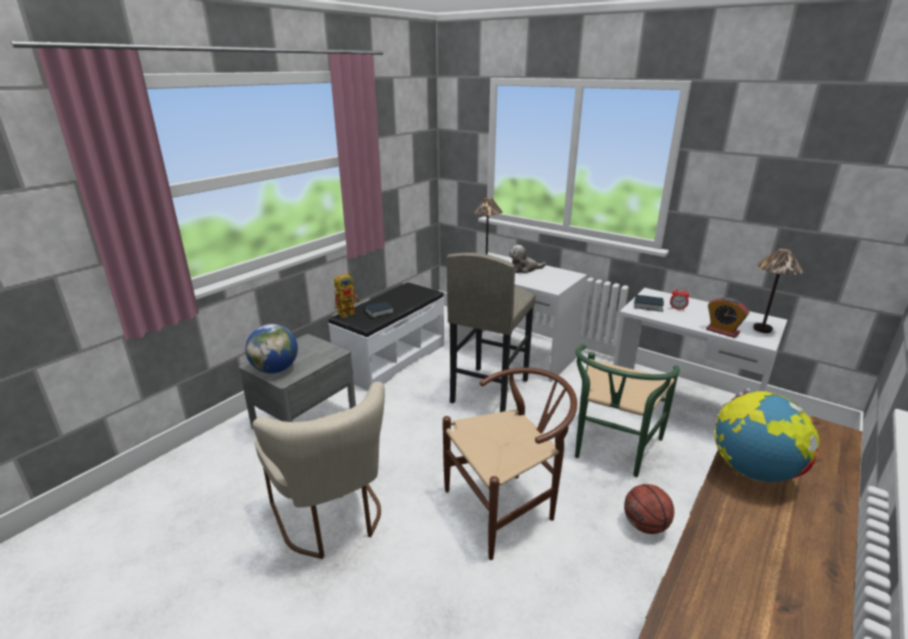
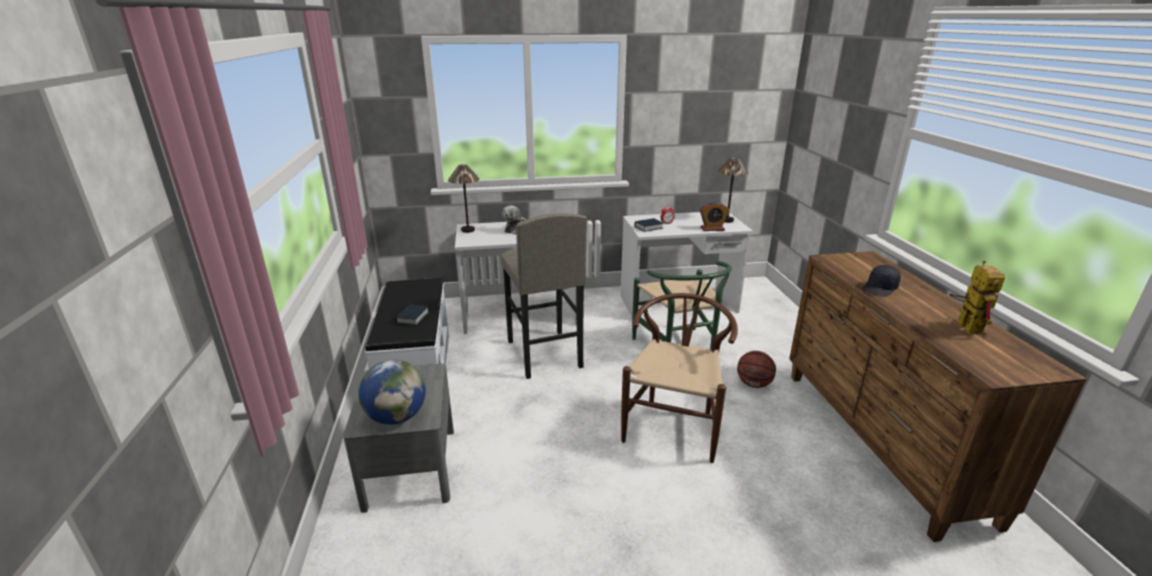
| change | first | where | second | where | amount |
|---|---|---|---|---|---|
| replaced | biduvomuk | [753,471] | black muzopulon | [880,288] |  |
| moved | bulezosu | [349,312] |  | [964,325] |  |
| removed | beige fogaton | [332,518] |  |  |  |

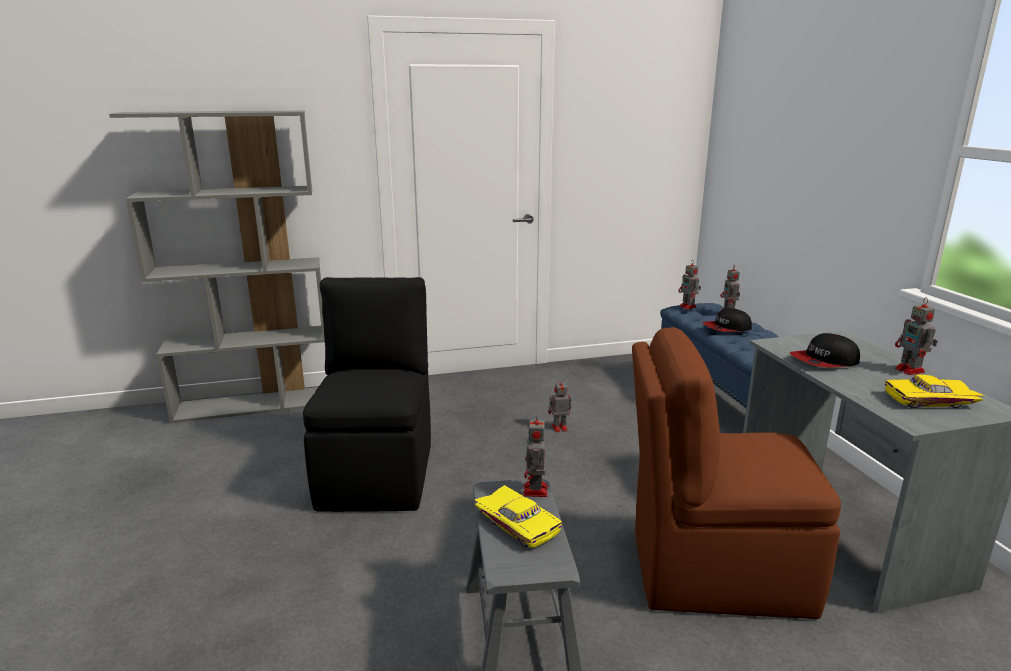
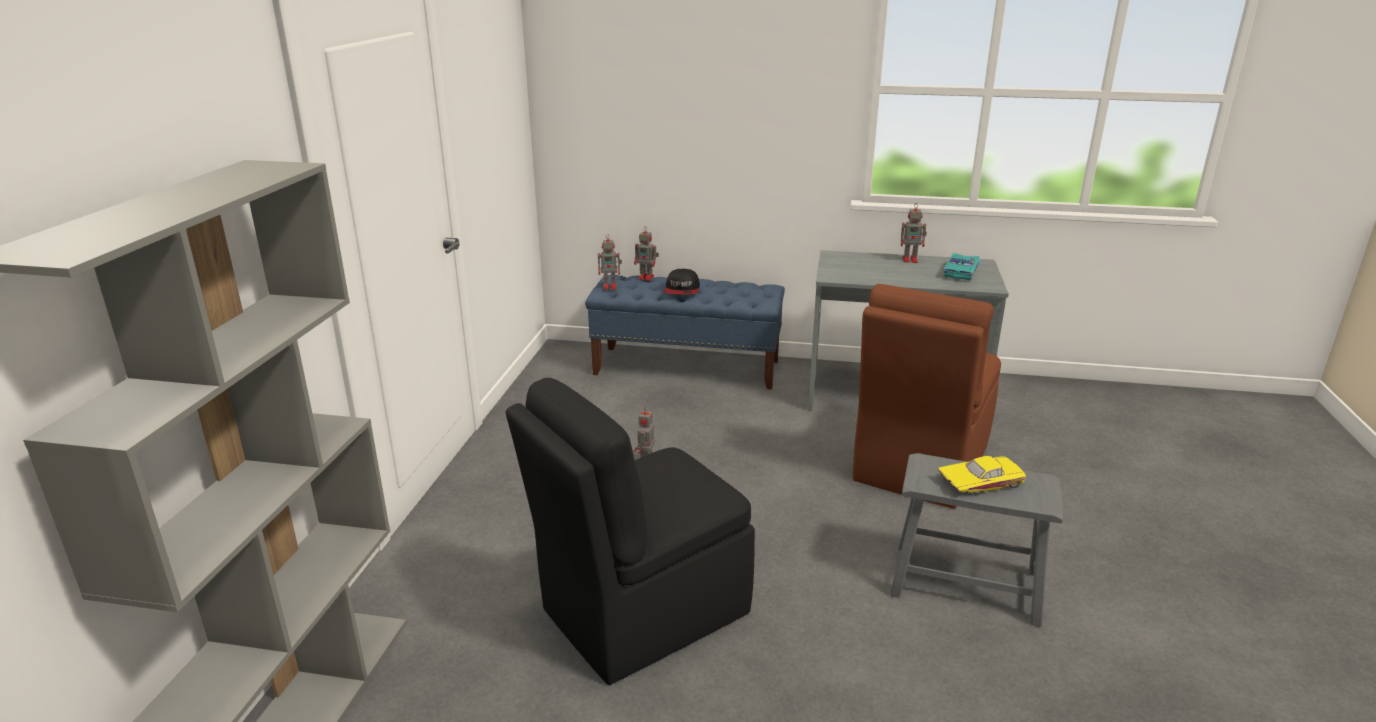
| change | first | where | second | where | amount |
|---|---|---|---|---|---|
| turned | black fogaton | [378,472] |  | [640,613] | 60 degrees counterclockwise |
| recoloured | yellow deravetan | [931,401] | turquoise deravetan | [962,272] |  |
| removed | bulezosu | [535,491] |  |  |  |
| removed | muzopulon | [824,361] |  |  |  |

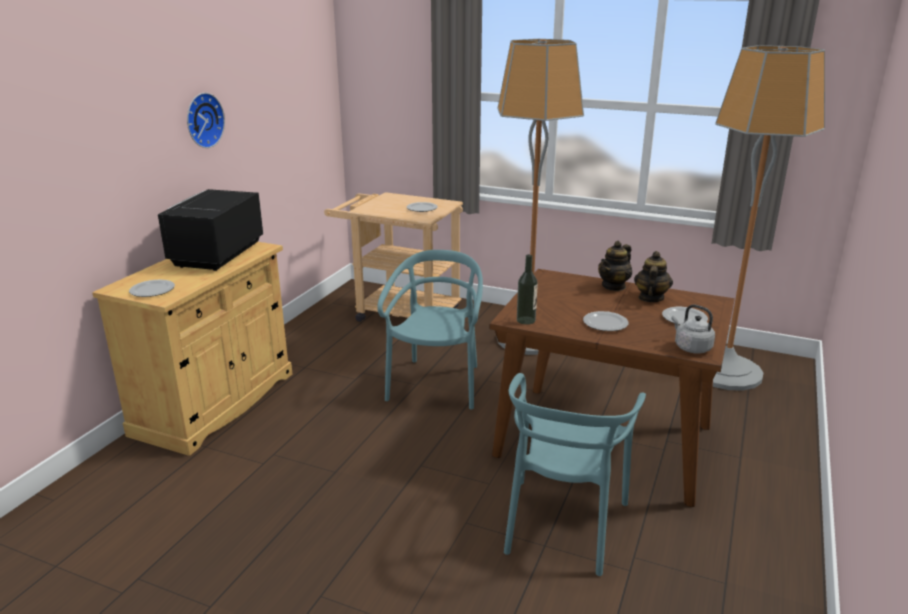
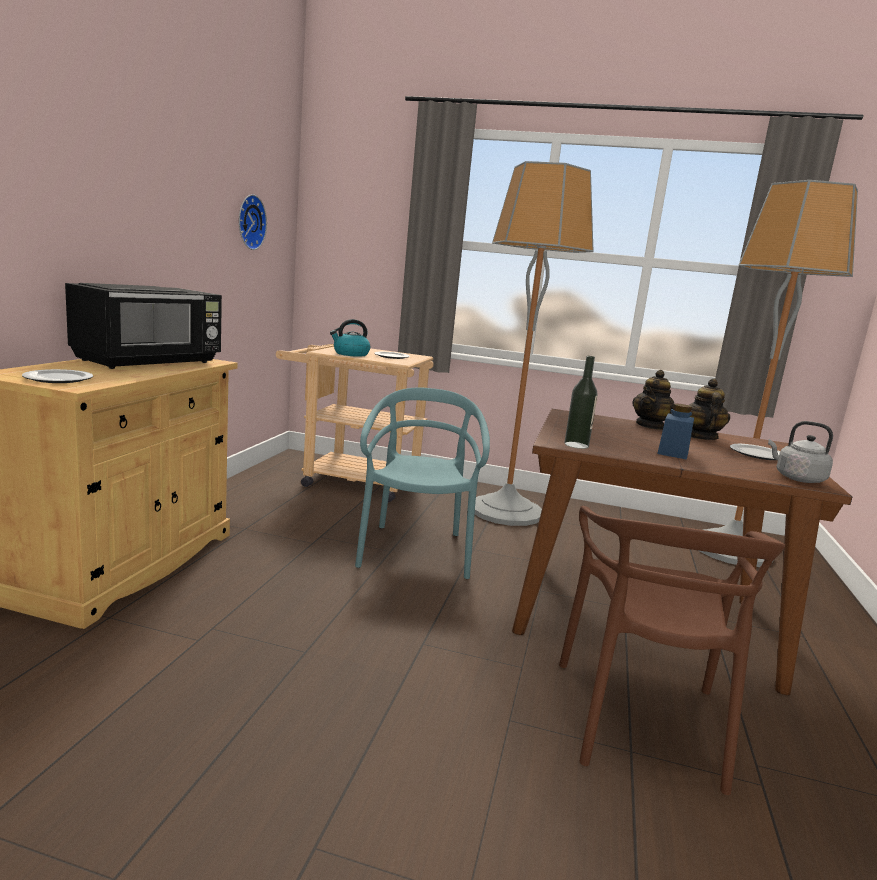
| change | first | where | second | where | amount |
|---|---|---|---|---|---|
| turned | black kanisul | [216,255] |  | [150,361] | 150 degrees counterclockwise |
| moved | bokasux | [202,120] |  | [249,222] |  |
| added |  |  | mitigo | [350,354] |  |
| recoloured | turquoise fogaton | [562,524] | brown fogaton | [641,720] |  |
| replaced | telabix | [605,323] | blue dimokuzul | [673,453] |  |

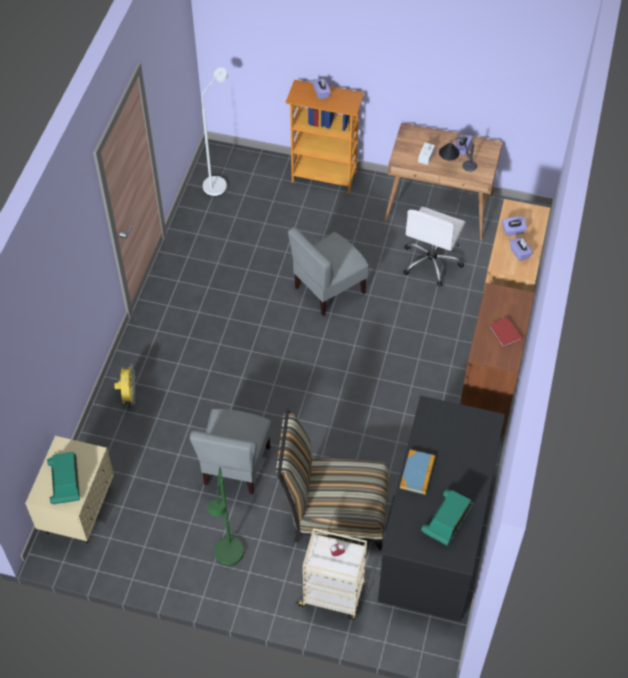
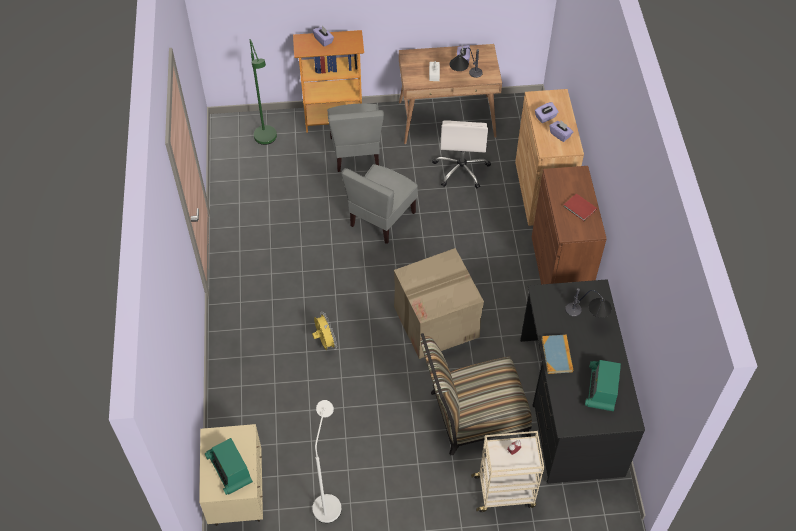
| change | first | where | second | where | amount |
|---|---|---|---|---|---|
| moved | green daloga | [228,560] |  | [267,141] |  |
| moved | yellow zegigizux | [129,396] |  | [325,342] |  |
| moved | white daloga | [218,183] |  | [328,501] |  |
| moved | grey fogaton | [235,465] |  | [356,153] |  |
| added |  |  | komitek | [437,321] |  |
| added |  |  | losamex | [587,318] |  |

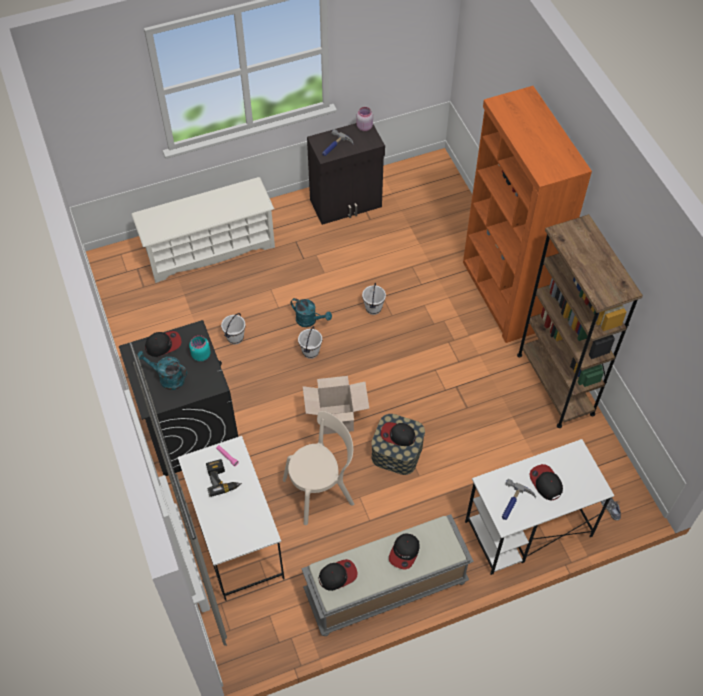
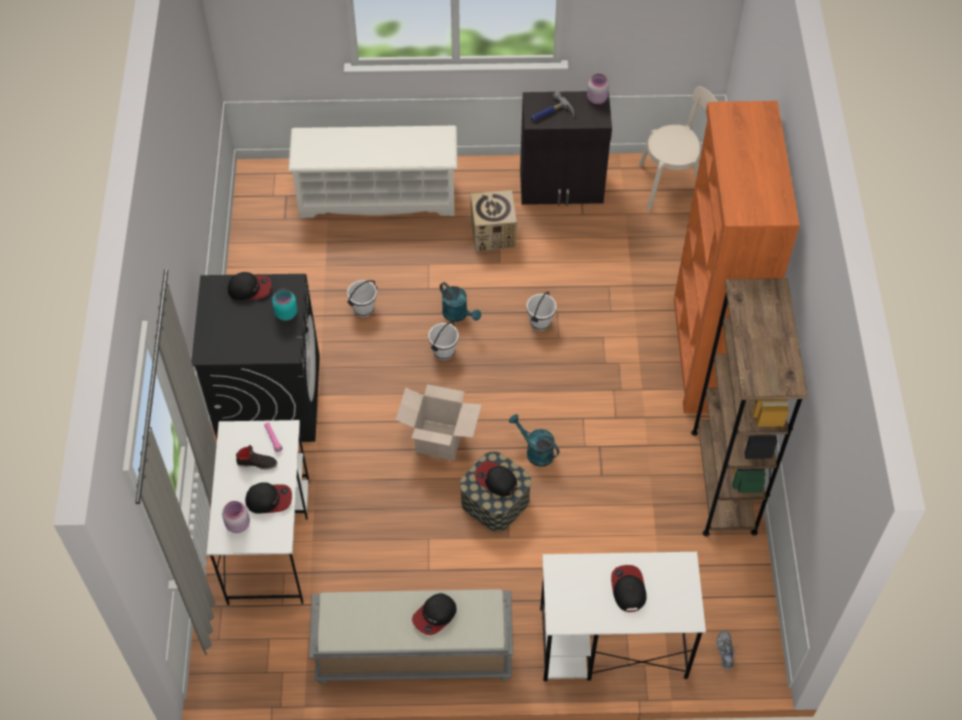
| change | first | where | second | where | amount |
|---|---|---|---|---|---|
| added |  |  | pink dimokuzul | [237,523] |  |
| replaced | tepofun | [222,479] | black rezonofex | [257,463] |  |
| moved | muzopulon | [337,575] |  | [269,499] |  |
| added |  |  | komitek | [493,233] |  |
| moved | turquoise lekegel | [167,378] |  | [535,451] |  |
| moved | beige fogaton | [321,490] |  | [675,184] |  |
| removed | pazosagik | [514,504] |  |  |  |

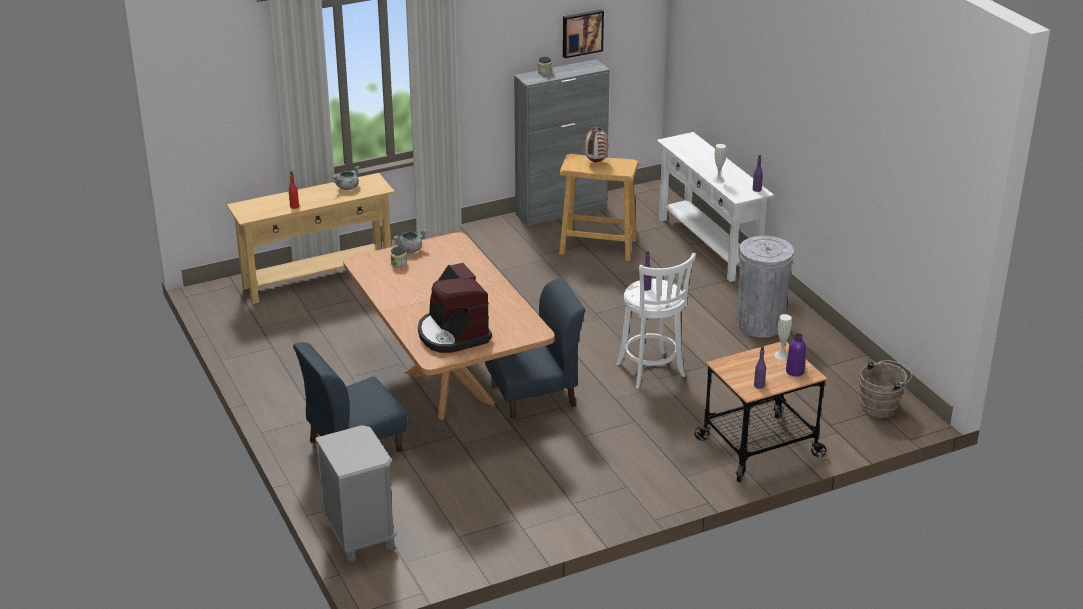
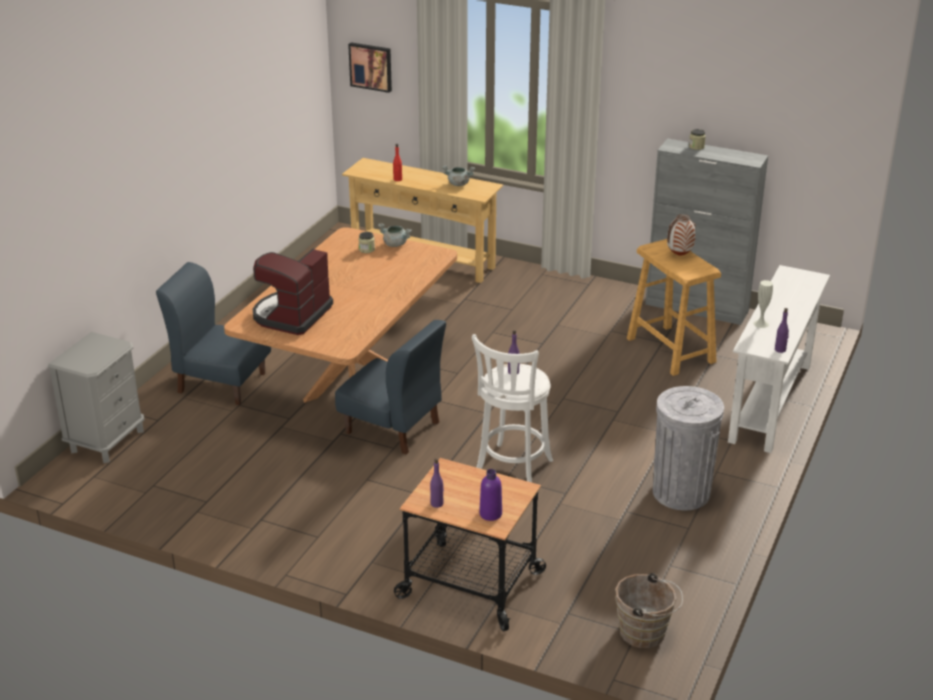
| change | first | where | second | where | amount |
|---|---|---|---|---|---|
| moved | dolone | [582,33] |  | [371,66] |  |
| removed | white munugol | [781,355] |  |  |  |

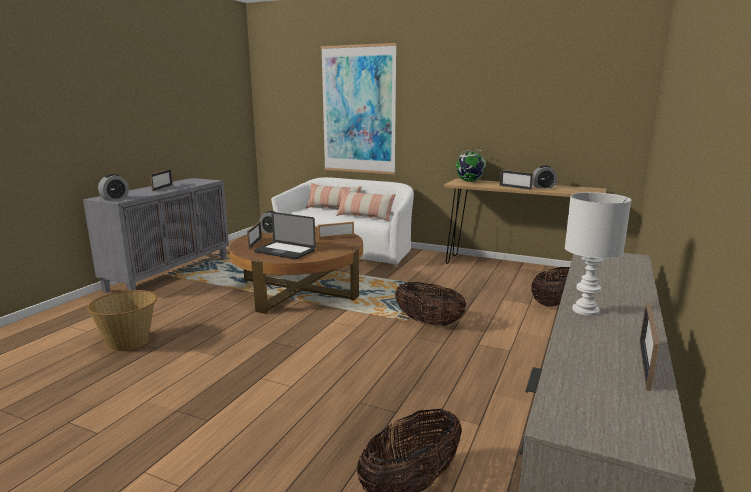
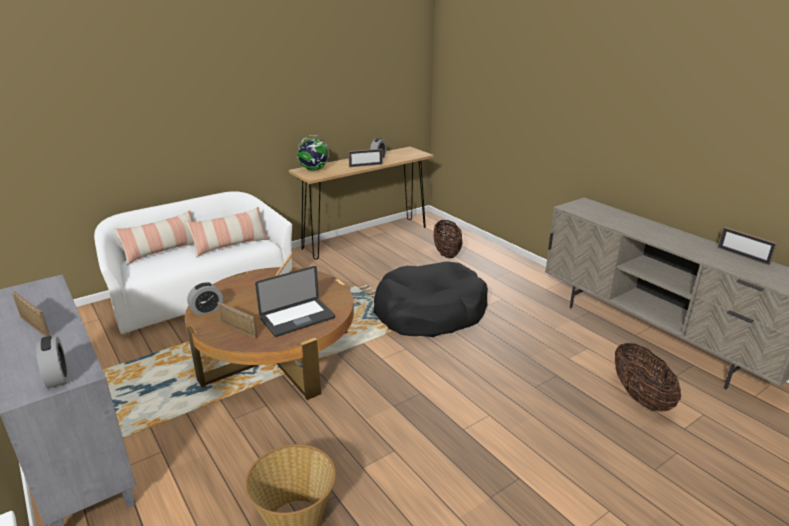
| change | first | where | second | where | amount |
|---|---|---|---|---|---|
| replaced | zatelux | [428,322] | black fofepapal | [429,312] |  |
| removed | dolone | [358,110] |  |  |  |
| removed | white losamex | [585,310] |  |  |  |

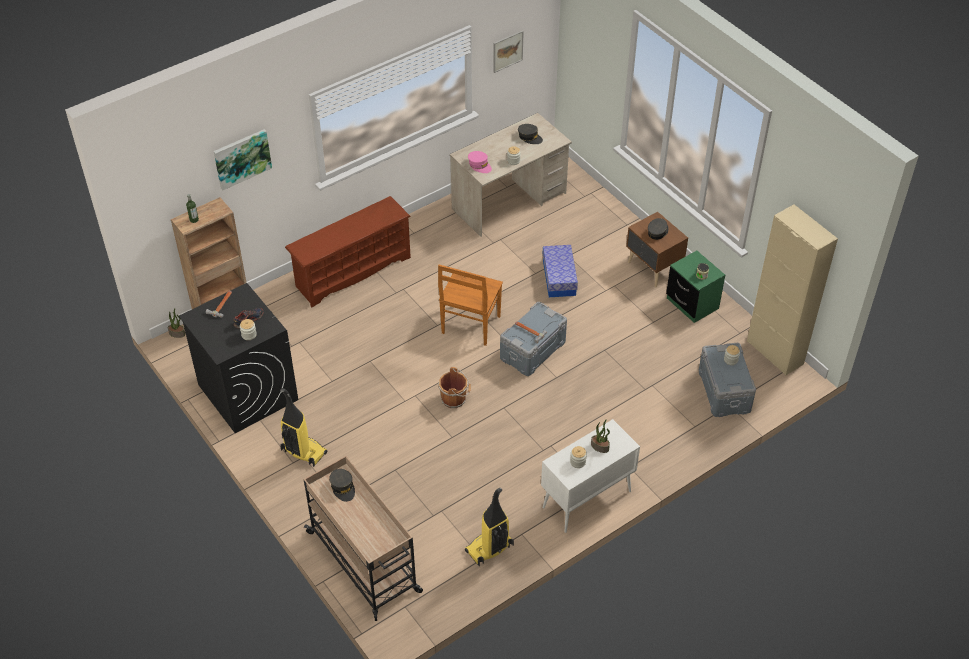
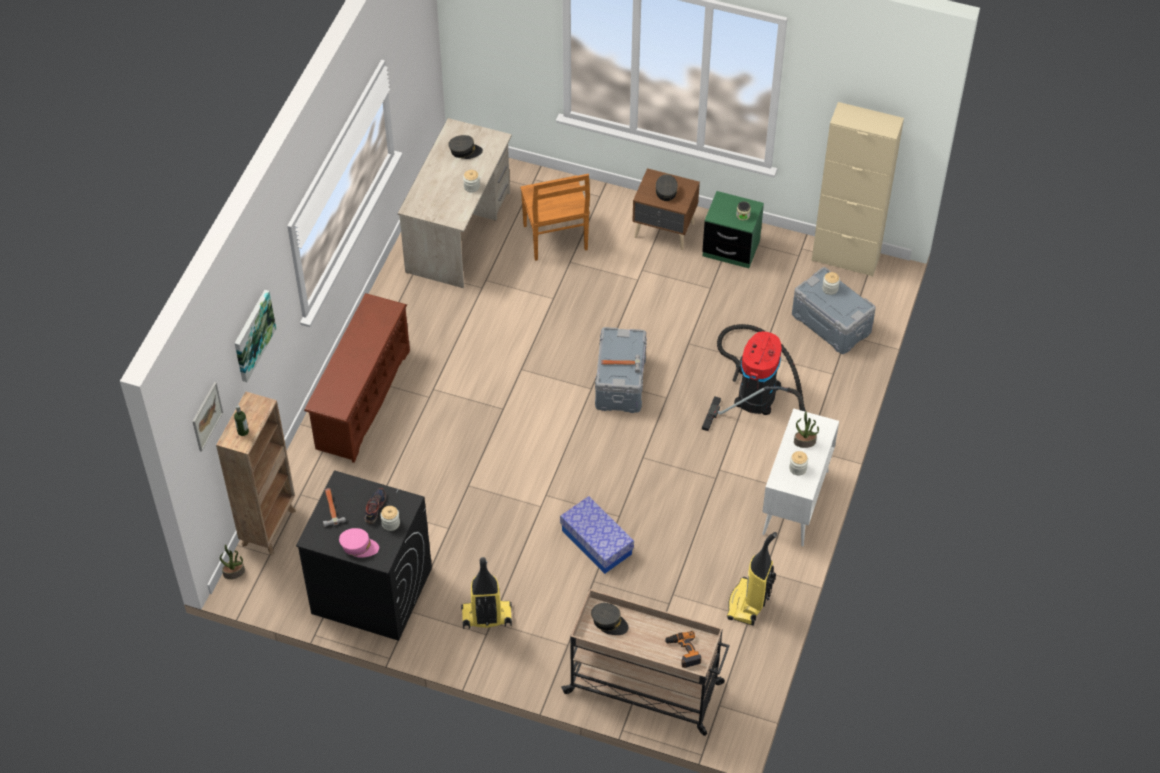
| change | first | where | second | where | amount |
|---|---|---|---|---|---|
| moved | dolone | [507,51] |  | [206,416] |  |
| moved | pink muzopulon | [479,165] |  | [359,546] |  |
| moved | brown fogaton | [470,326] |  | [555,239] |  |
| moved | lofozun | [559,278] |  | [596,542] |  |
| added |  |  | tepofun | [683,651] |  |
| added |  |  | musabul | [757,390] |  |
| removed | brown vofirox | [455,399] |  |  |  |

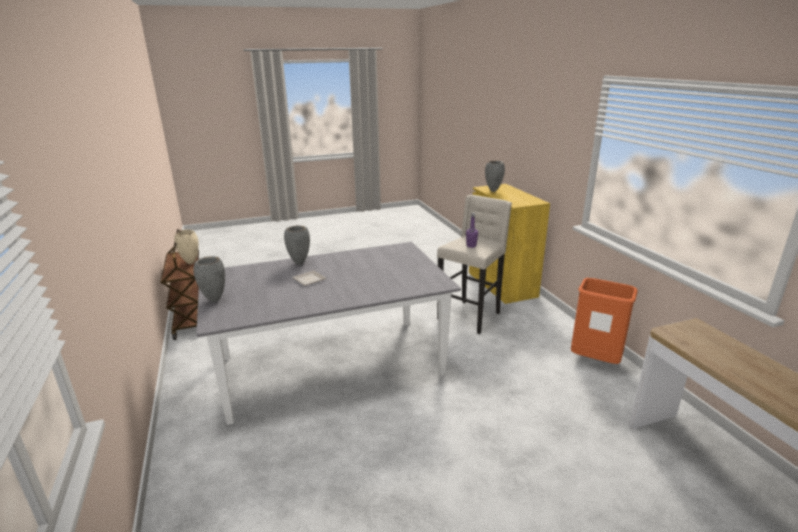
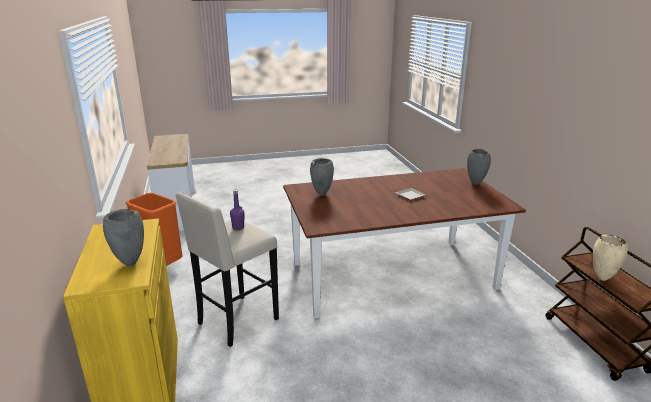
| change | first | where | second | where | amount |
|---|---|---|---|---|---|
| recoloured | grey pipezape | [331,366] | brown pipezape | [392,275] |  |
| moved | grey munugol | [299,263] |  | [321,195] |  |

